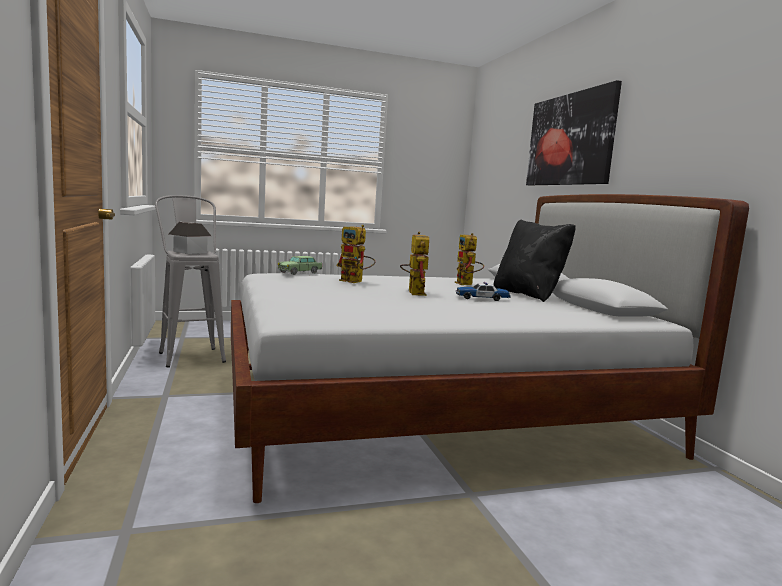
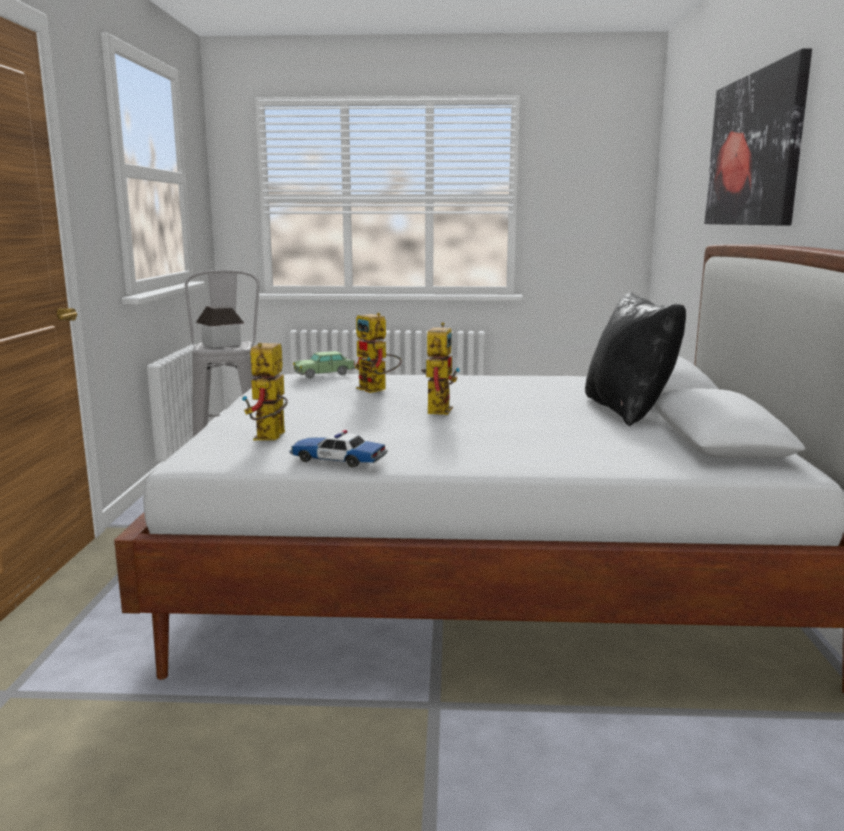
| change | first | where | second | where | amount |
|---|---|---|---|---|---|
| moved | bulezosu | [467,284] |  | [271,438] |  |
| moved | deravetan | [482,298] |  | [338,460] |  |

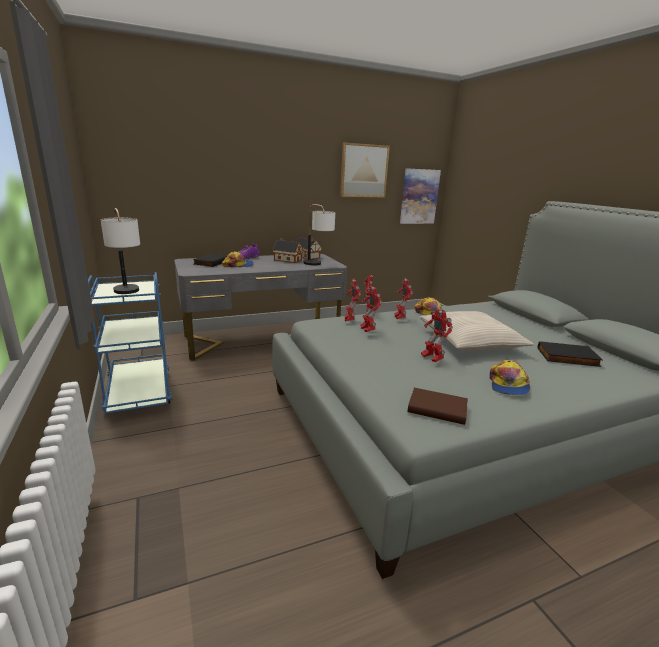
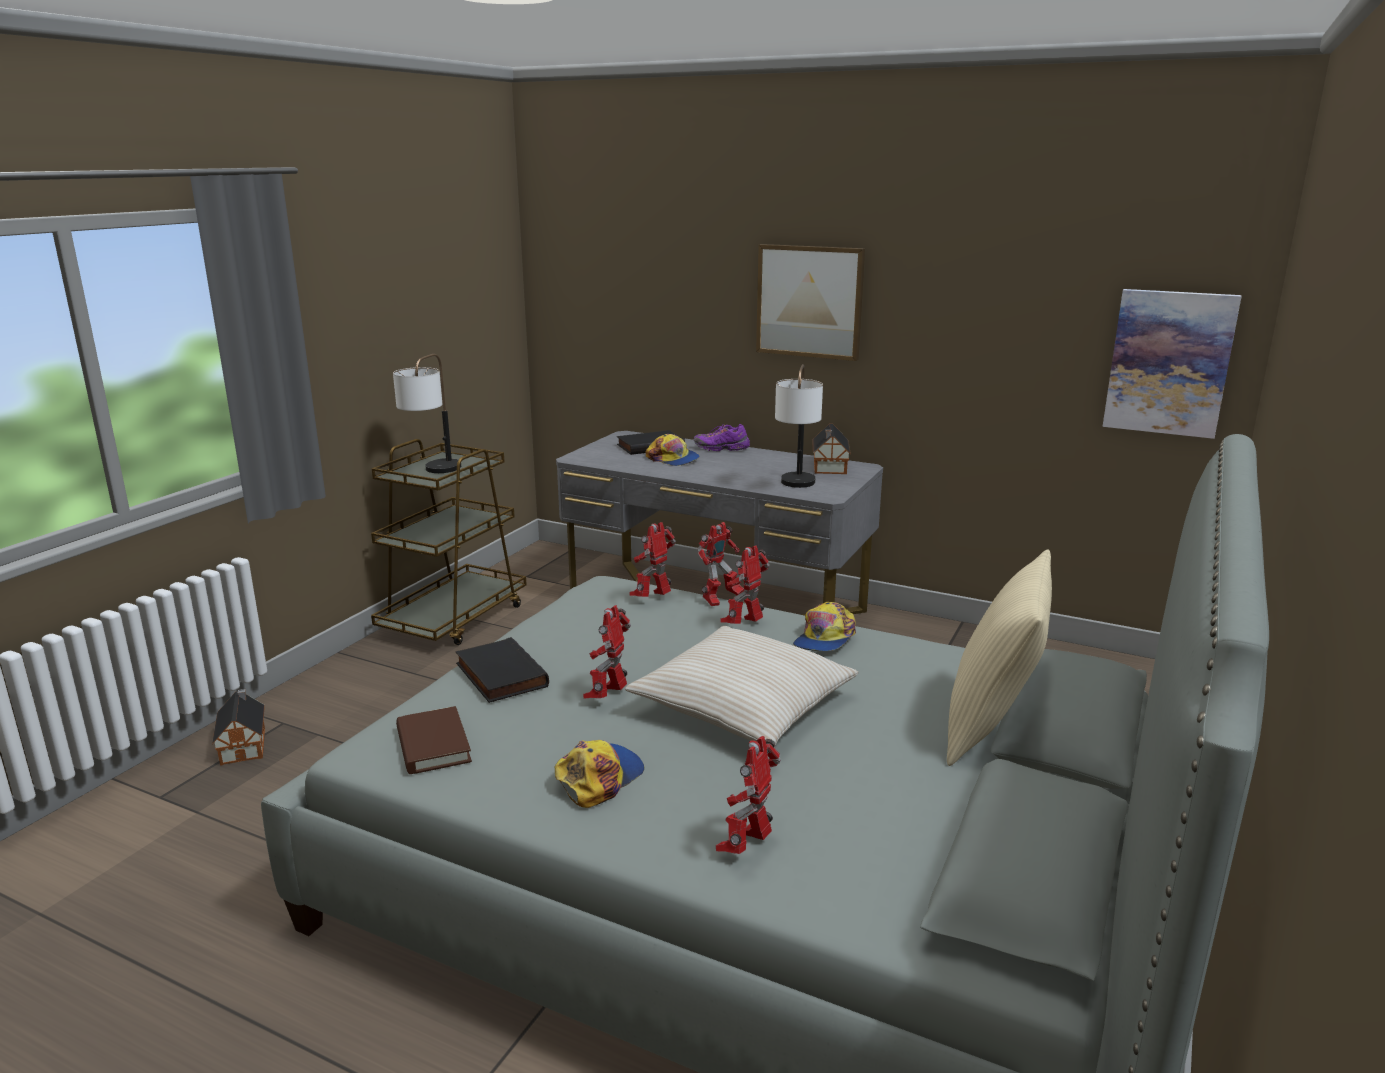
| change | first | where | second | where | amount |
|---|---|---|---|---|---|
| moved | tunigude | [287,260] |  | [244,744] |  |
| recoloured | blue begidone | [139,392] | brown begidone | [454,618] |  |
| moved | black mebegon | [567,357] |  | [499,675] |  |
| turned | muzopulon | [508,385] |  | [598,777] | 150 degrees clockwise |
| moved | bulezosu | [367,330] |  | [747,847] |  |
| moved | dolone | [363,171] |  | [809,301] |  |
| added |  |  | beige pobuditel | [991,725] |  |

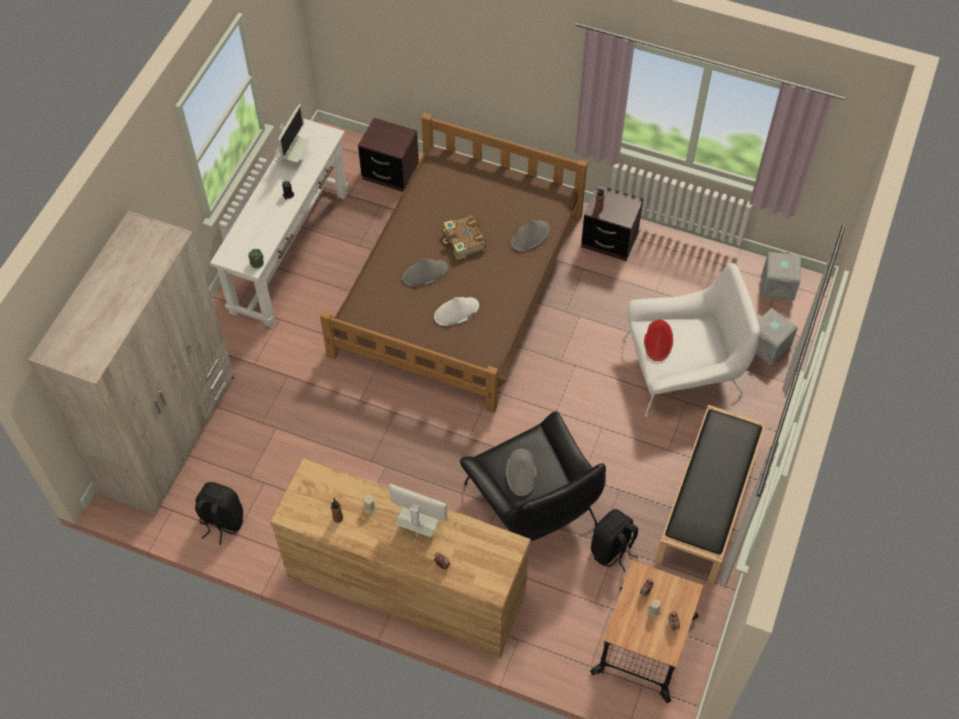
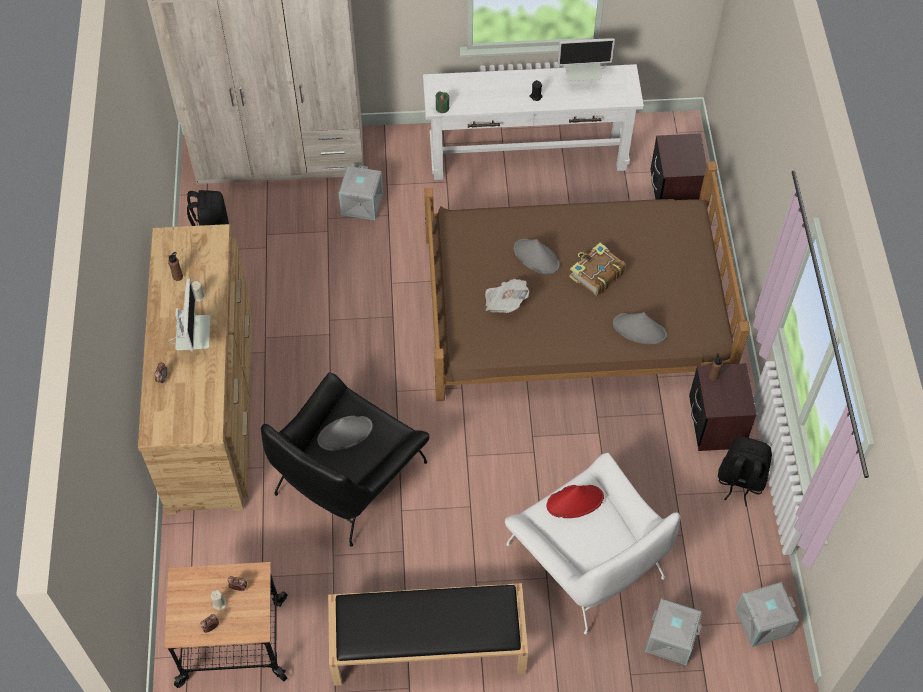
| change | first | where | second | where | amount |
|---|---|---|---|---|---|
| added |  |  | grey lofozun | [363,204] |  |
| replaced | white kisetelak | [456,312] | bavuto | [505,302] |  |
| moved | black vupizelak | [612,550] |  | [740,481] |  |

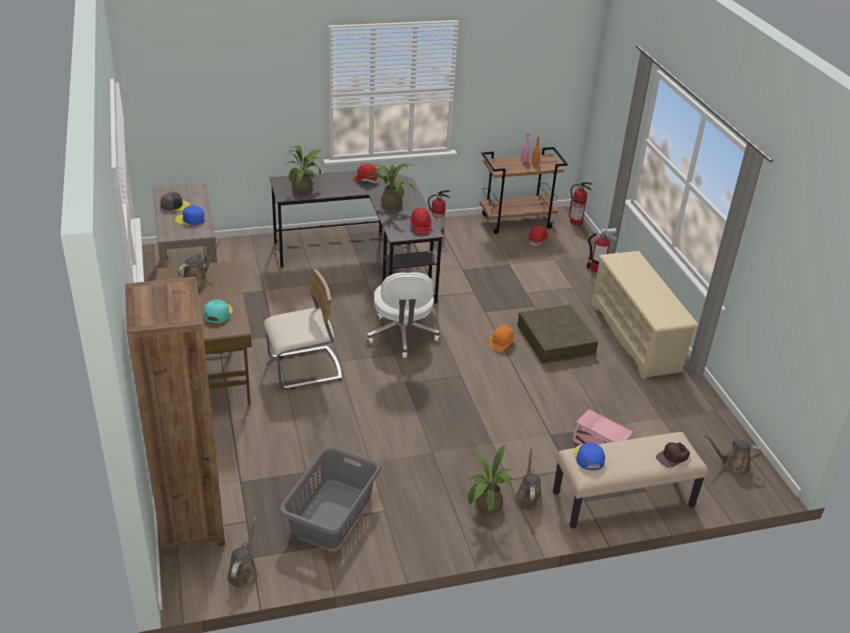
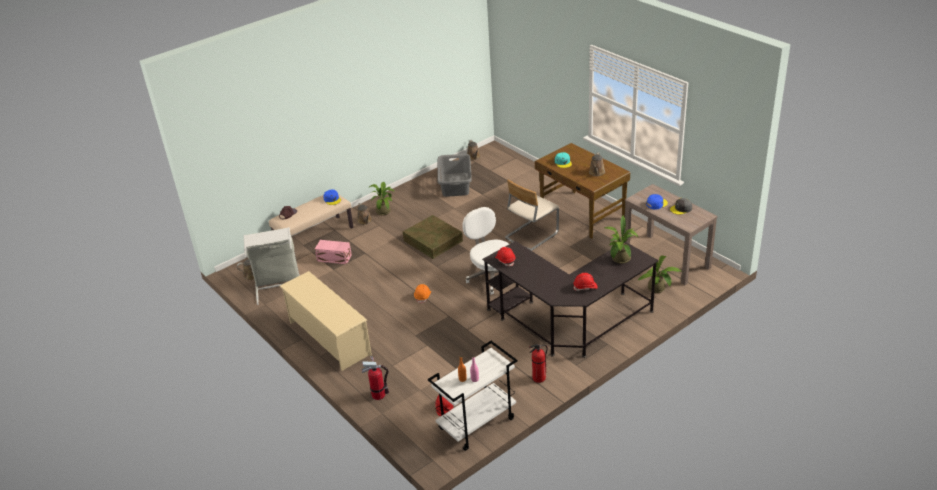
| change | first | where | second | where | amount |
|---|---|---|---|---|---|
| added |  |  | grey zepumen | [278,286] |  |
| moved | brown lofozun | [555,340] |  | [433,241] |  |
| recoloured | brown begidone | [517,221] | white begidone | [477,424] |  |
| moved | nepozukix | [390,203] |  | [658,289] |  |
| removed | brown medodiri | [191,523] |  |  |  |
| removed | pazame | [576,222] |  |  |  |

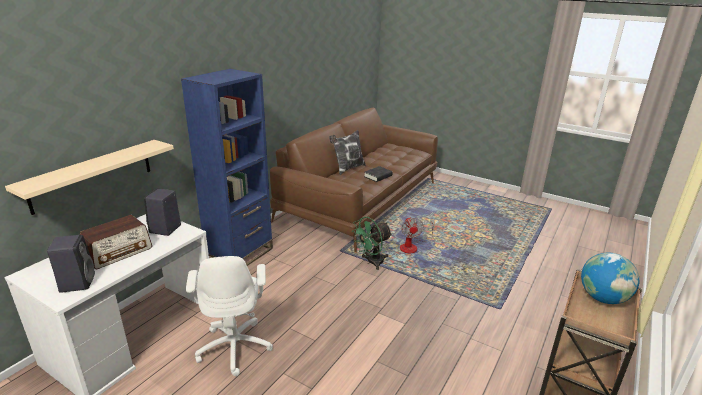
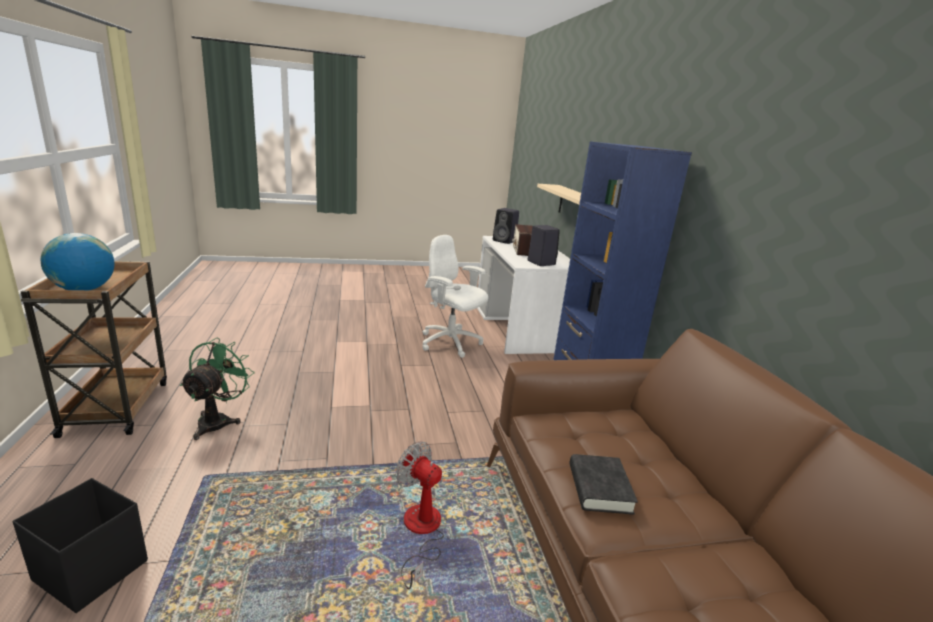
| change | first | where | second | where | amount |
|---|---|---|---|---|---|
| added |  |  | black lofozun | [91,569] |  |
| moved | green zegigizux | [371,262] |  | [218,421] |  |
| removed | pobuditel | [347,168] |  |  |  |

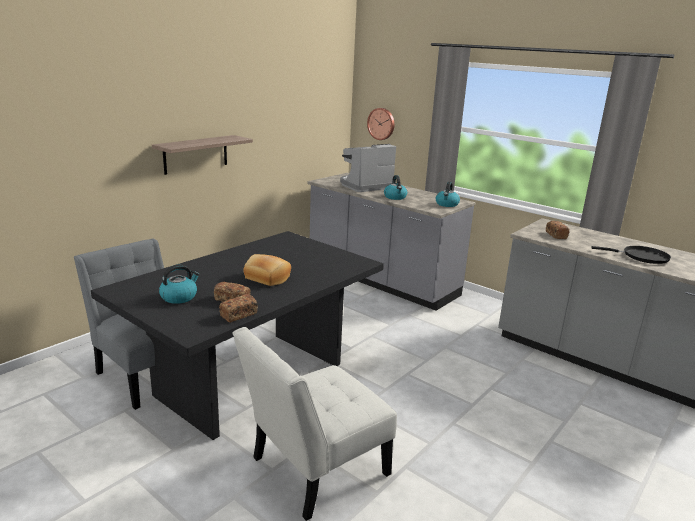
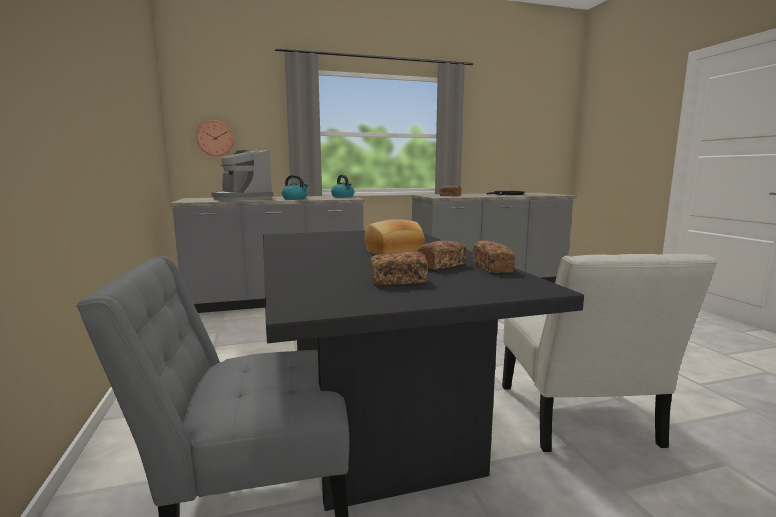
| change | first | where | second | where | amount |
|---|---|---|---|---|---|
| turned | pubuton | [365,186] |  | [241,199] | 45 degrees counterclockwise |
| replaced | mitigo | [179,297] | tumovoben | [398,281] |  |
| removed | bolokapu | [196,154] |  |  |  |

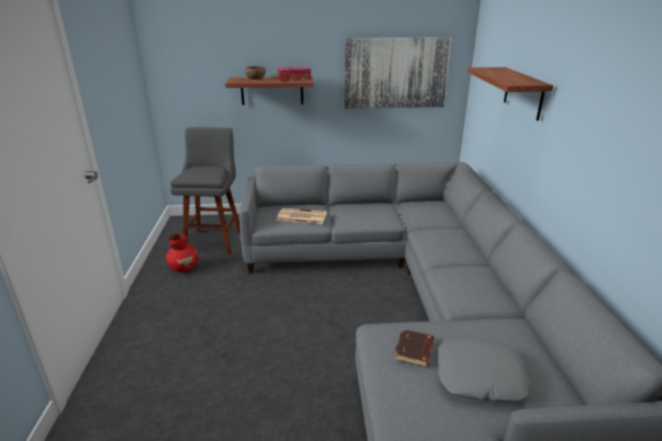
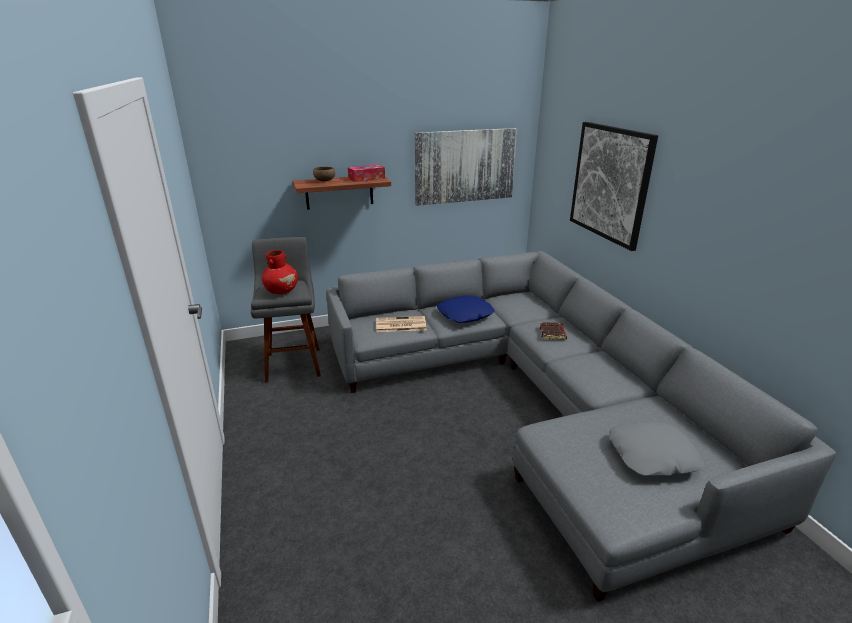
| change | first | where | second | where | amount |
|---|---|---|---|---|---|
| moved | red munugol | [184,268] |  | [282,291] |  |
| added |  |  | blue pobuditel | [465,315] |  |
| moved | brown mebegon | [414,351] |  | [553,333] |  |
| replaced | bolokapu | [523,93] | dolone | [610,183] |  |

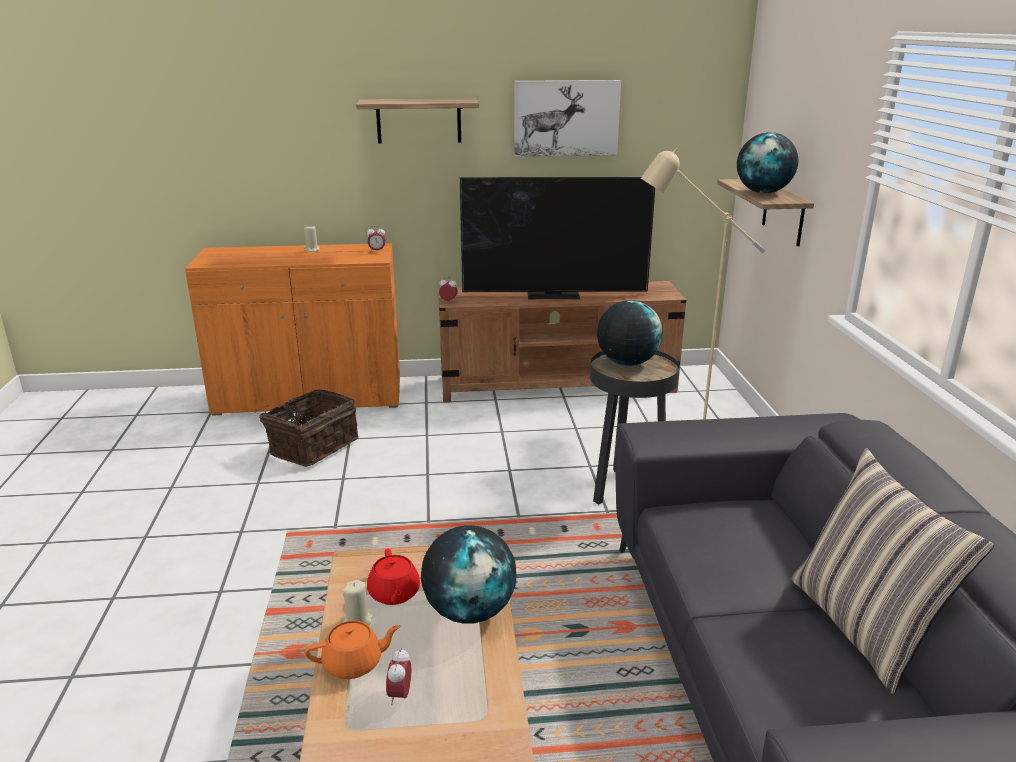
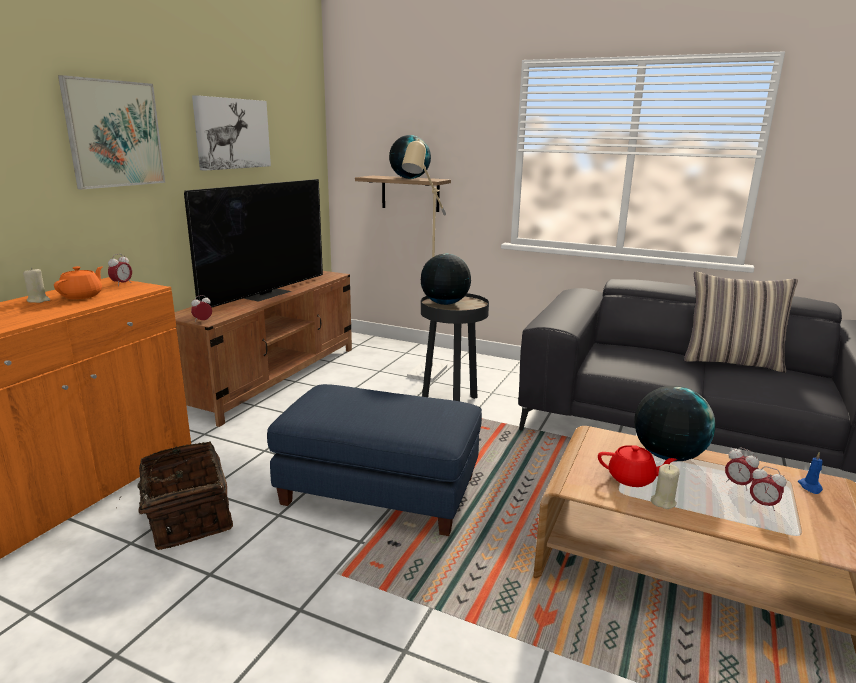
| change | first | where | second | where | amount |
|---|---|---|---|---|---|
| moved | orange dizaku | [354,663] |  | [82,296] |  |
| replaced | bolokapu | [419,121] | dolone | [114,134] |  |
| added |  |  | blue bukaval | [378,490] |  |
| added |  |  | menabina | [738,484] |  |
| added |  |  | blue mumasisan | [810,487] |  |

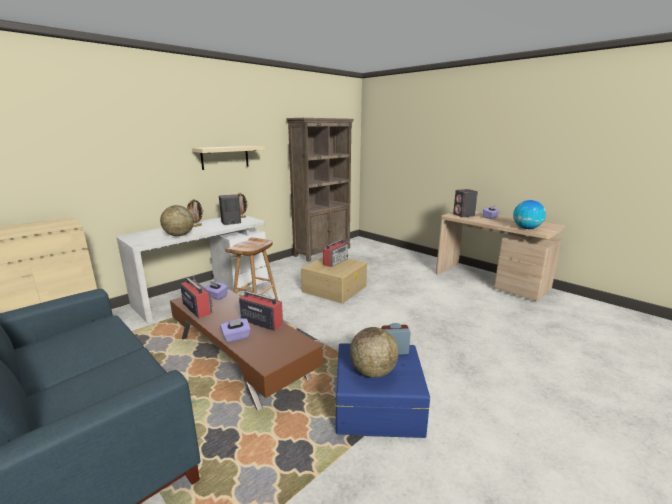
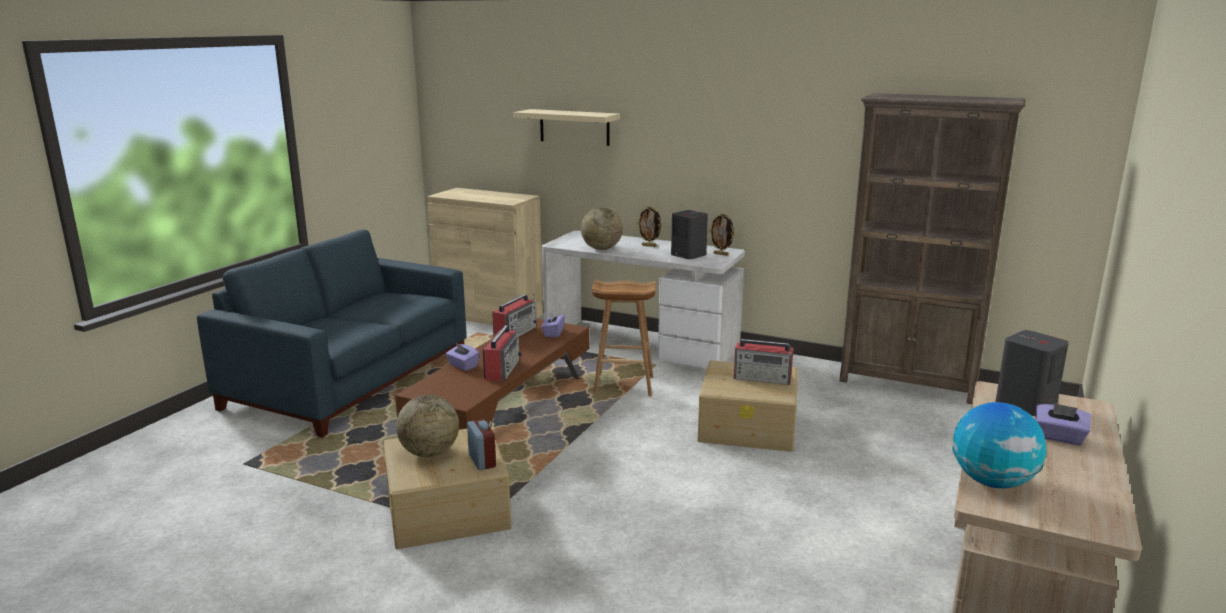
| change | first | where | second | where | amount |
|---|---|---|---|---|---|
| recoloured | blue lofozun | [377,404] | beige lofozun | [447,508] |  |
| moved | beige bolokapu | [225,157] |  | [574,127] |  |

